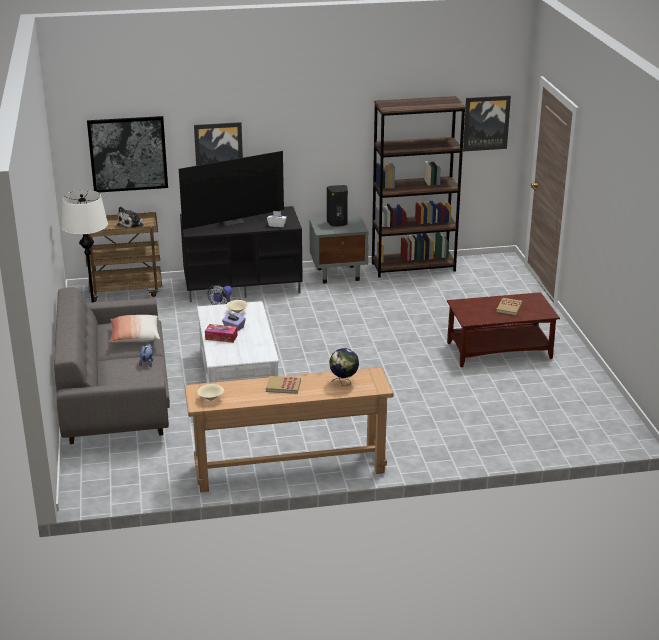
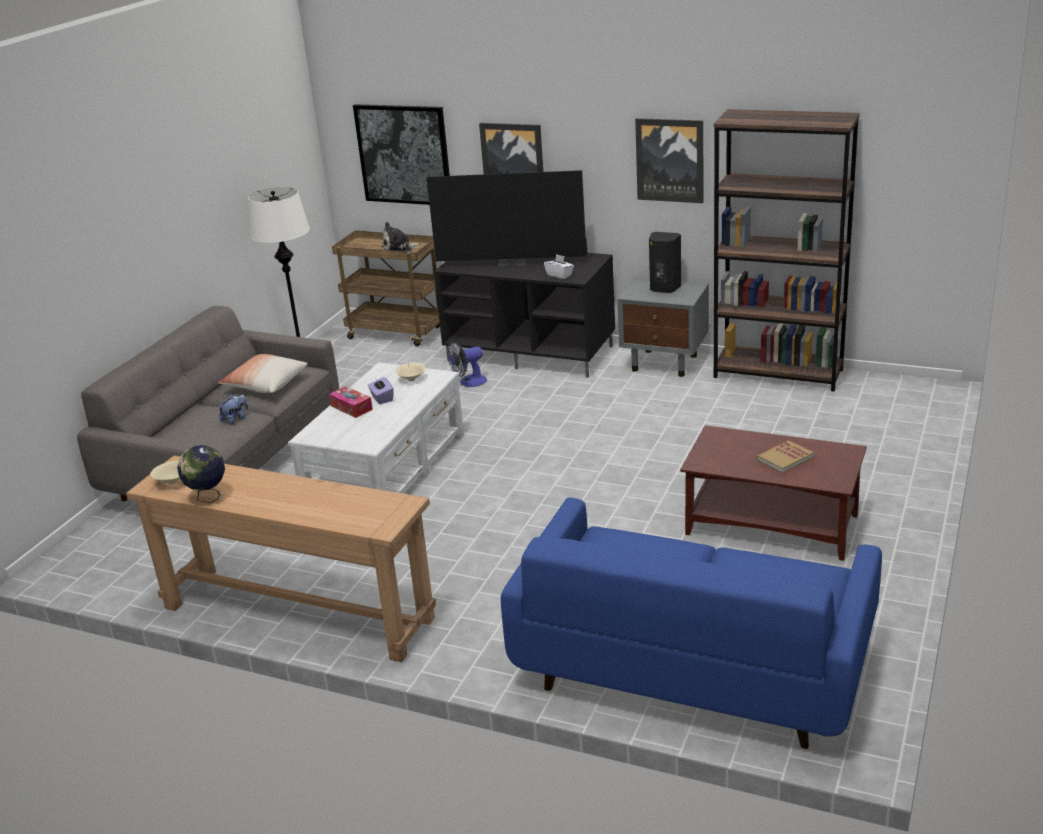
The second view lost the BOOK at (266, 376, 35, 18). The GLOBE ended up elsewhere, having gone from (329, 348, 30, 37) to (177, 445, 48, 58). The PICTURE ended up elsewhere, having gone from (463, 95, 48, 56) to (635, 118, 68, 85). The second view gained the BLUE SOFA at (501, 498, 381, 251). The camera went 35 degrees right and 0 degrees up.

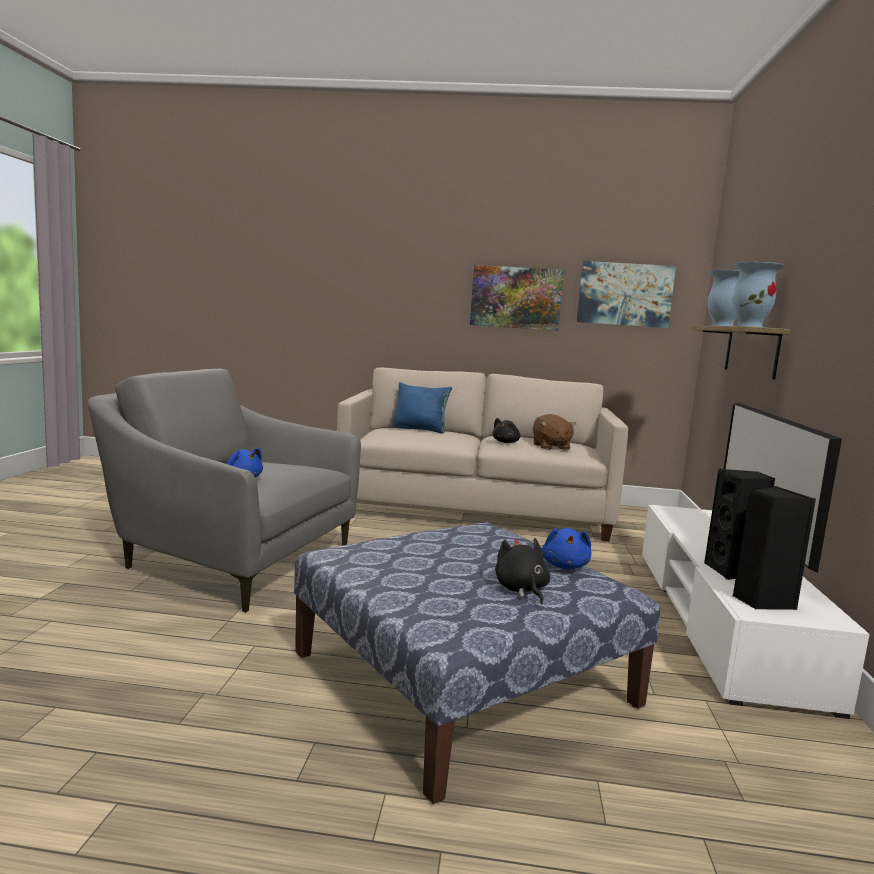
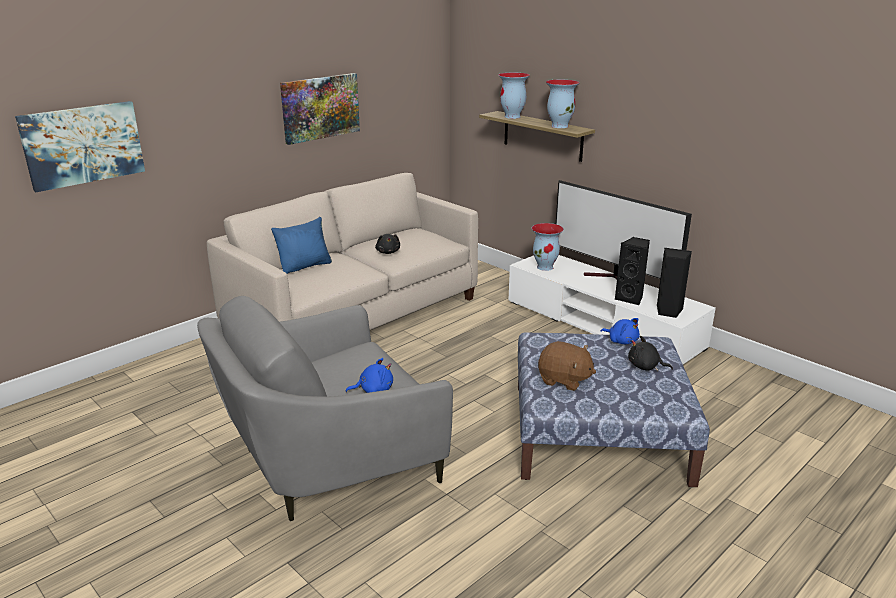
The BROWN PLUSH TOY ended up elsewhere, having gone from (533, 414, 43, 36) to (538, 341, 58, 50). The PICTURE ended up elsewhere, having gone from (576, 261, 100, 67) to (15, 101, 130, 91). The second view gained the VASE at (532, 223, 32, 48). The camera went 50 degrees left and 15 degrees up.

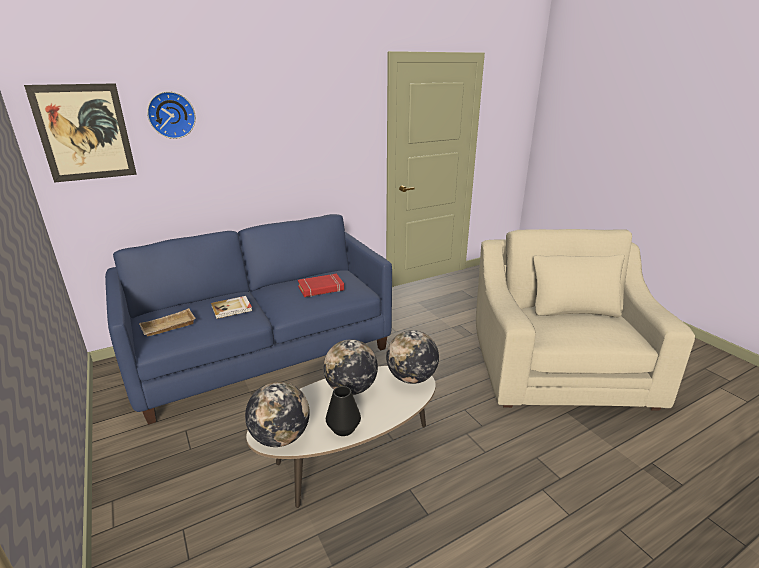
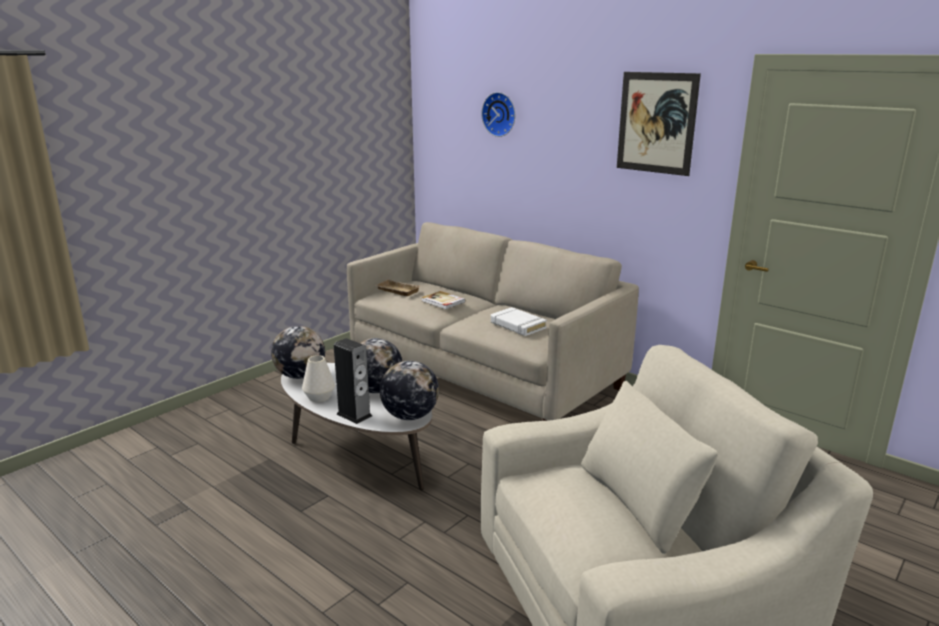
The PICTURE ended up elsewhere, having gone from (24, 83, 113, 100) to (617, 72, 84, 104). What was the BLUE SOFA at (105, 214, 287, 211) turned into the BEIGE SOFA at (347, 222, 292, 199). What was the RED BOOK at (298, 273, 46, 24) turned into the WHITE BOOK at (491, 307, 56, 29). What was the BLACK VASE at (326, 386, 35, 50) turned into the WHITE VASE at (302, 355, 33, 47). The second view gained the SPEAKER at (334, 338, 38, 86). The camera went 70 degrees right and 5 degrees down.

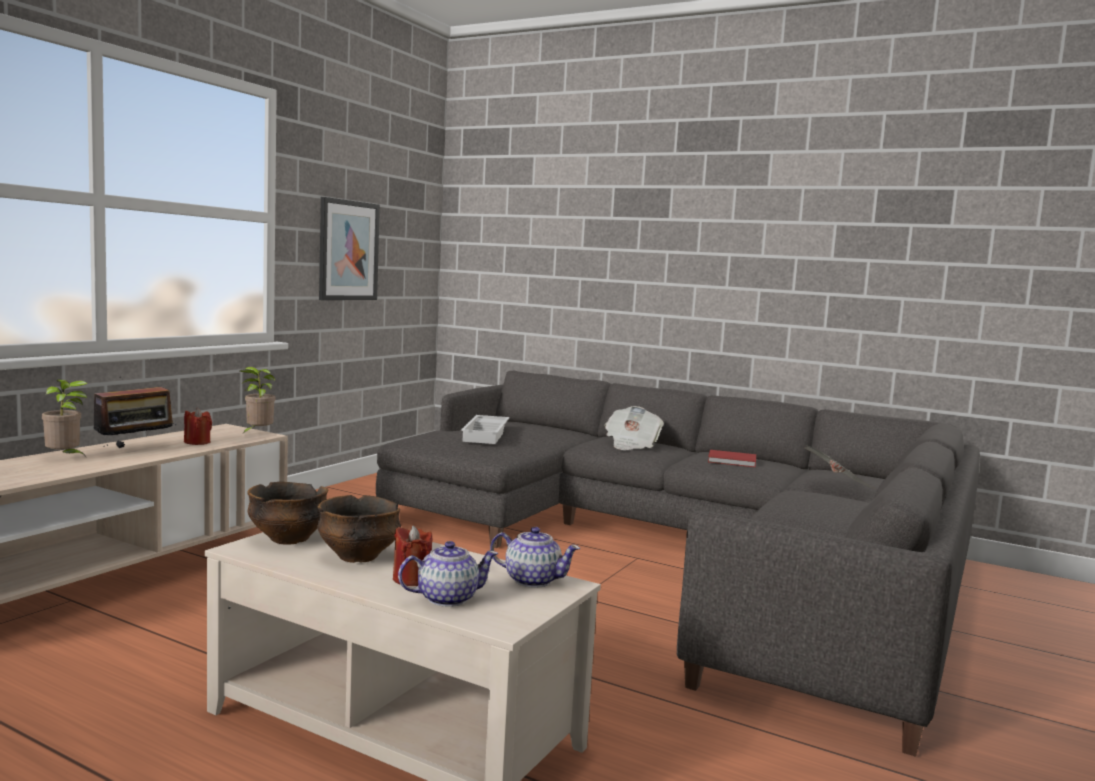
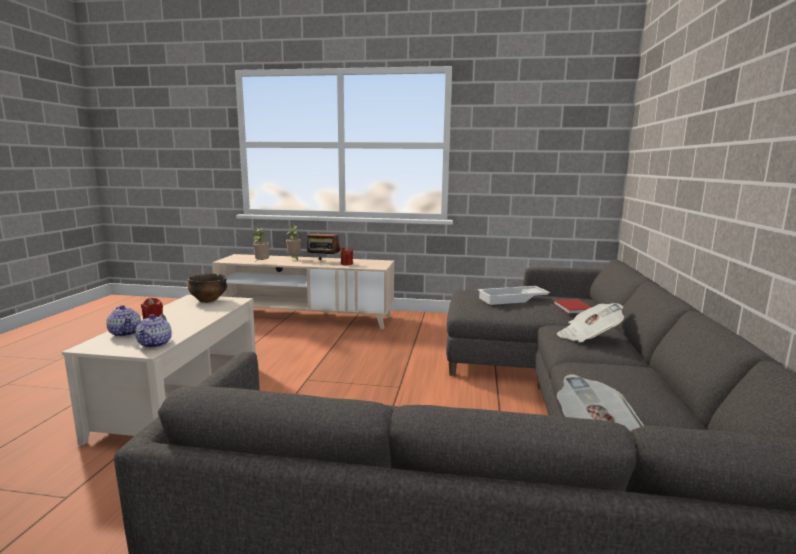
The POTTED PLANT ended up elsewhere, having gone from (240, 367, 35, 68) to (253, 228, 17, 34). The second view lost the BOWL at (317, 495, 84, 68). The second view lost the PICTURE at (319, 197, 61, 103). The RED BOOK ended up elsewhere, having gone from (708, 450, 48, 17) to (554, 299, 38, 15). The camera went 70 degrees right and 5 degrees up.

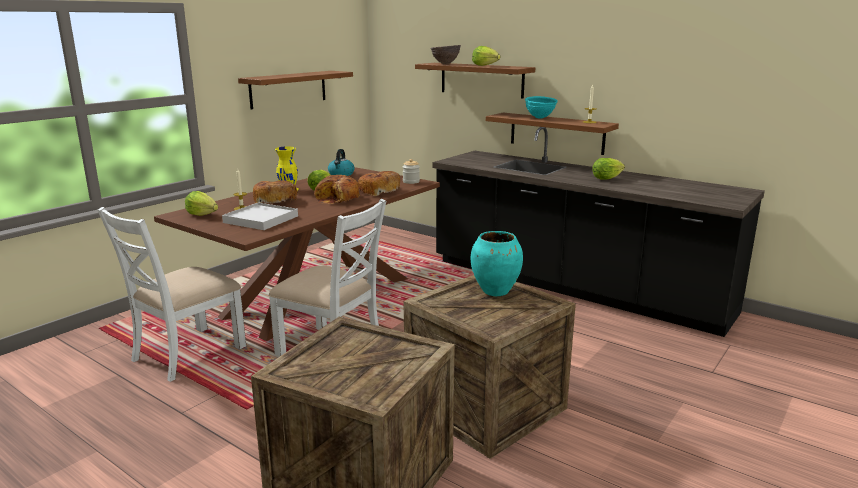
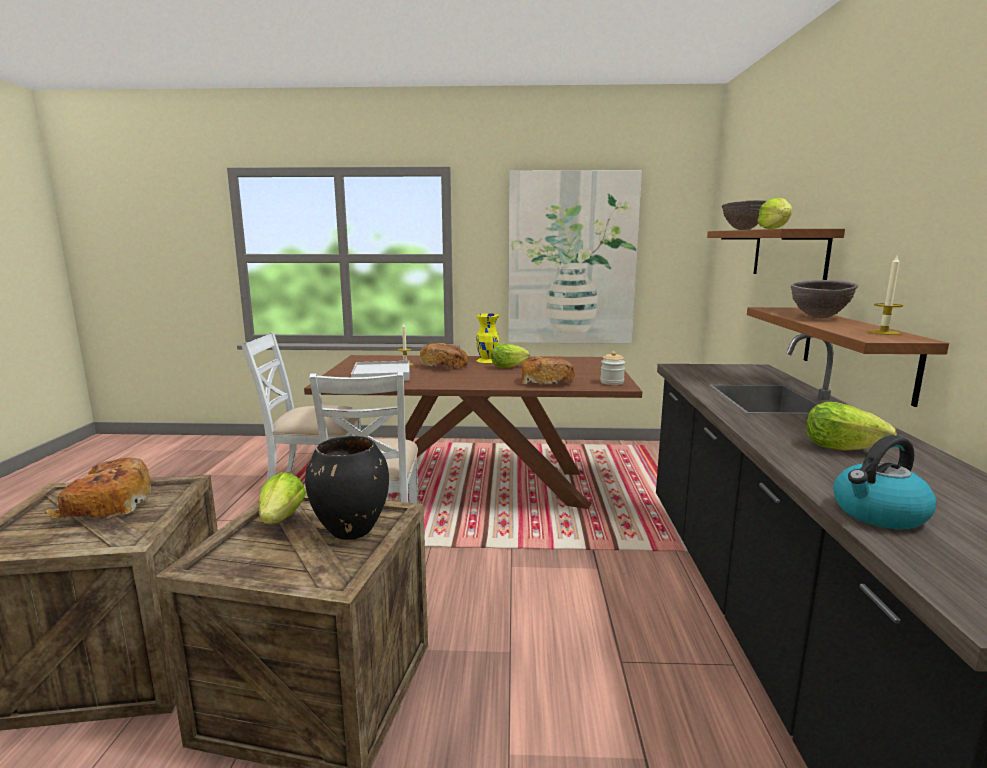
The LETTUCE ended up elsewhere, having gone from (185, 191, 33, 25) to (259, 472, 47, 52). Where the SHELF hung at (238, 71, 115, 38), the PICTURE came to hang at (508, 170, 134, 174). The BREAD ended up elsewhere, having gone from (314, 175, 46, 29) to (45, 458, 106, 61). The KETTLE ended up elsewhere, having gone from (328, 149, 27, 27) to (833, 435, 104, 94). What was the TURQUOISE VASE at (471, 231, 52, 65) turned into the BLACK VASE at (305, 436, 84, 104). What was the TURQUOISE BOWL at (525, 96, 33, 22) turned into the BROWN BOWL at (791, 280, 67, 38). The camera went 55 degrees right and 5 degrees down.

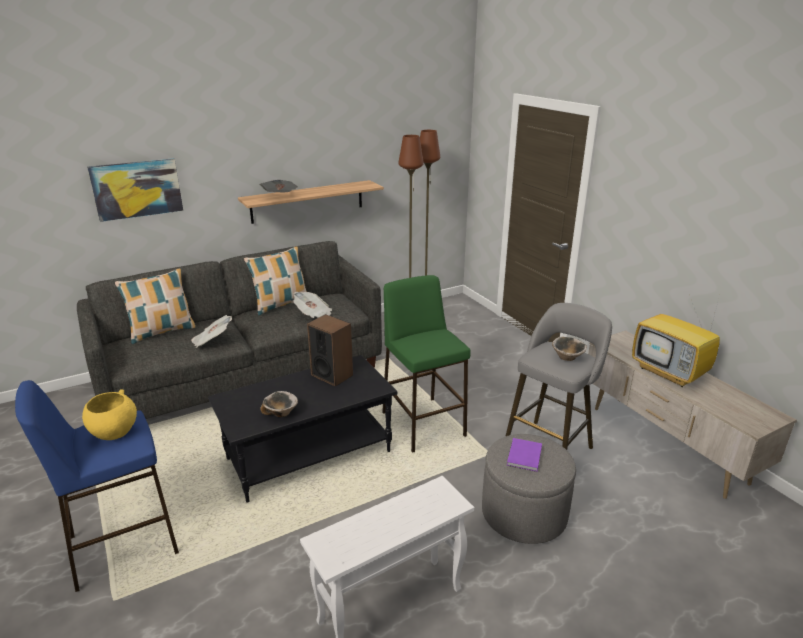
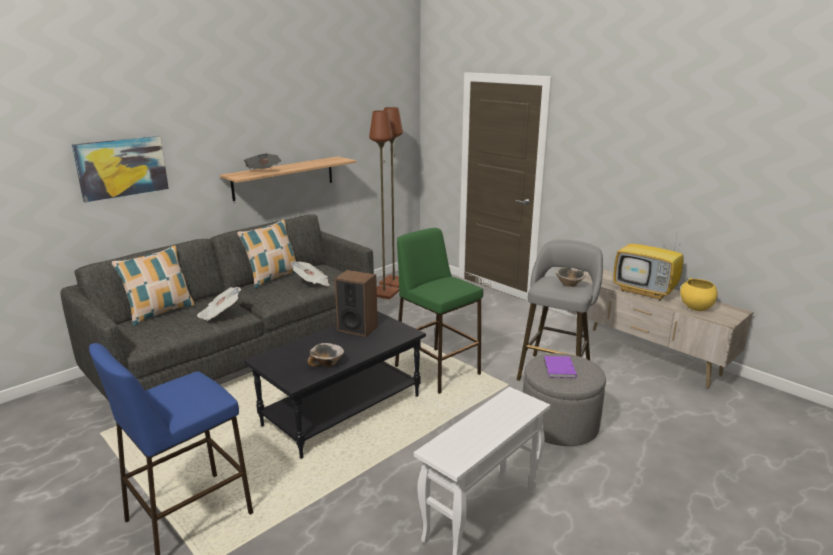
The YELLOW BOWL ended up elsewhere, having gone from (82, 389, 55, 51) to (680, 278, 37, 33). The camera went 15 degrees left and 5 degrees down.

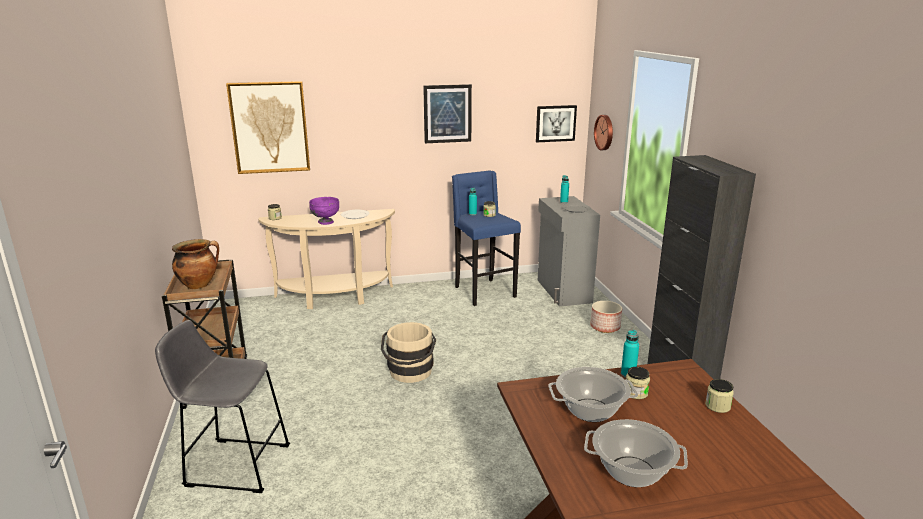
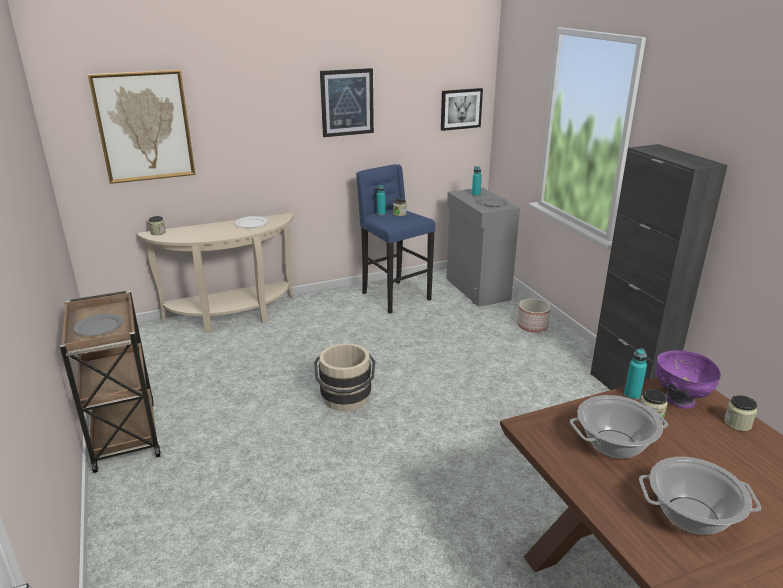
The second view lost the GREY STOOL at (155, 320, 135, 173). Where the COOKING POT stood at (172, 239, 47, 50), the GREY PLATE came to stand at (74, 313, 49, 23). The PURPLE BOWL ended up elsewhere, having gone from (309, 197, 30, 28) to (656, 350, 65, 59). The second view lost the WALL CLOCK at (594, 115, 19, 35). The camera went 10 degrees left and 5 degrees up.

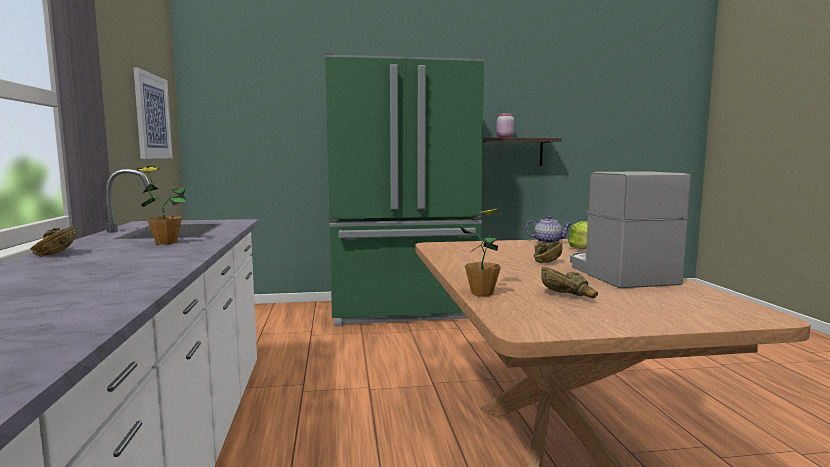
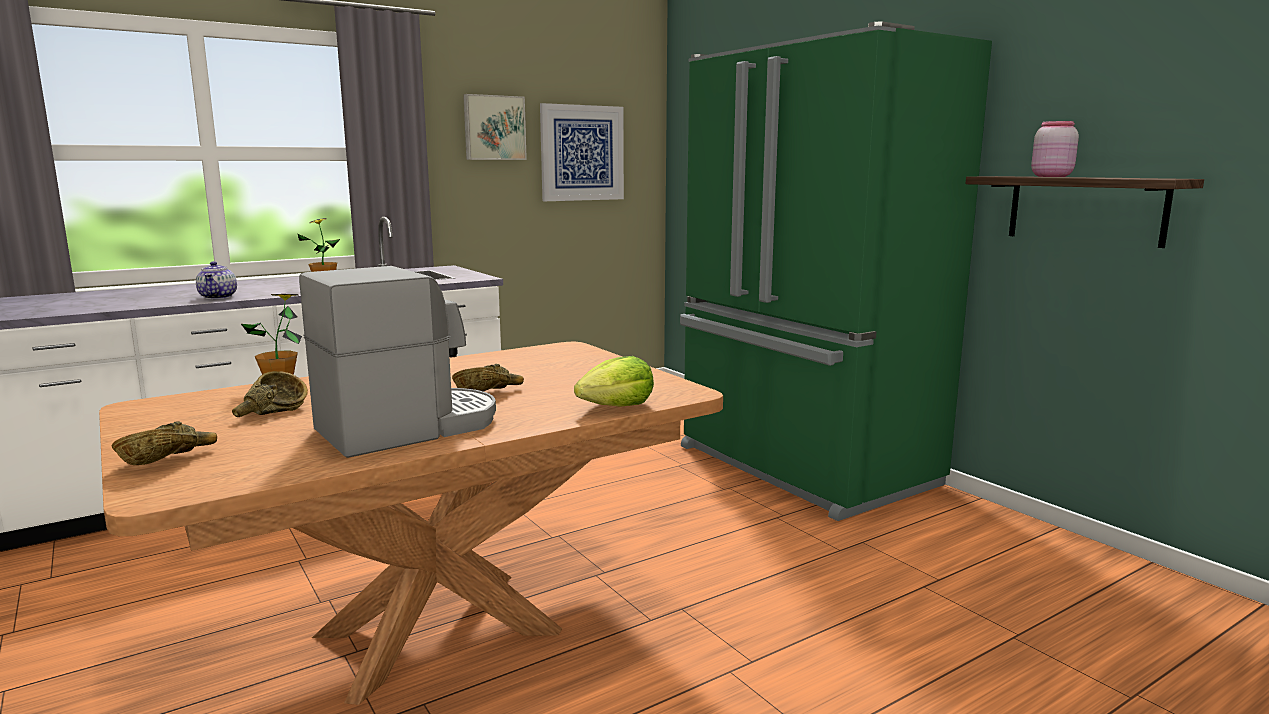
The BROWN BOWL ended up elsewhere, having gone from (30, 226, 47, 31) to (112, 421, 105, 44). The TEAPOT ended up elsewhere, having gone from (525, 216, 47, 28) to (196, 261, 41, 38). The second view gained the PICTURE at (463, 94, 64, 66). The camera went 65 degrees right and 5 degrees up.

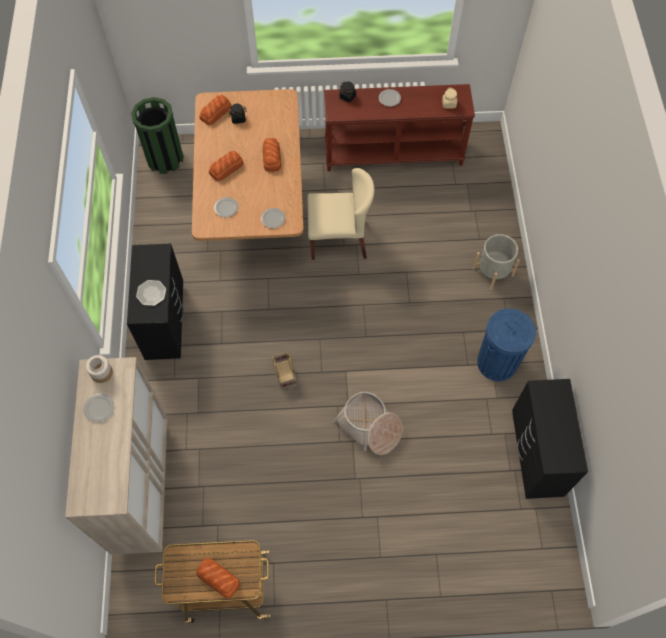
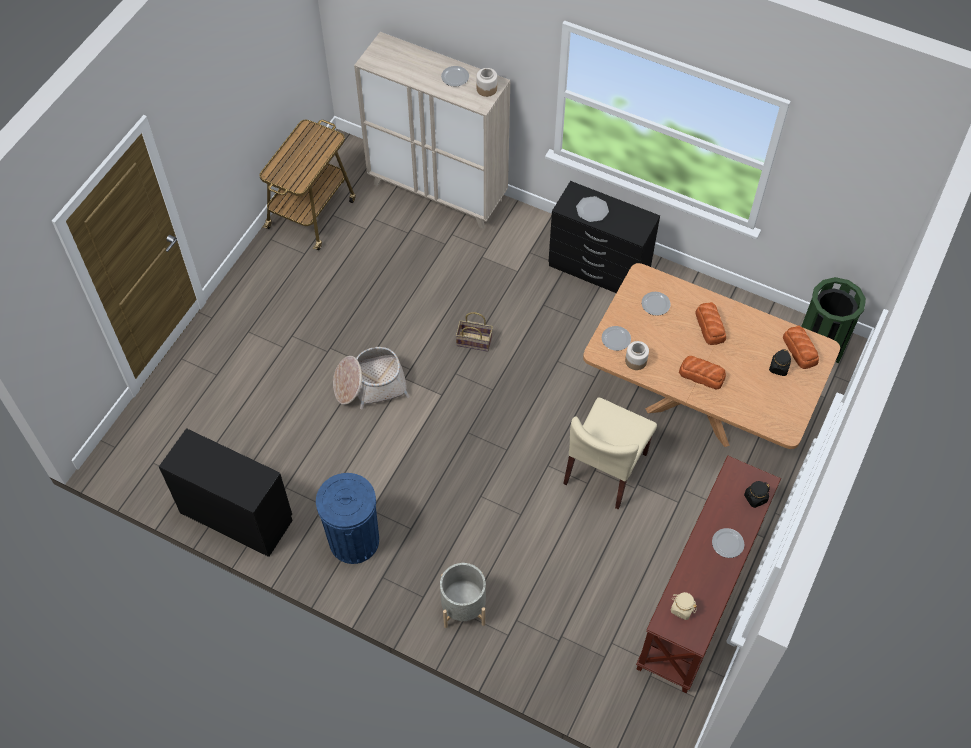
The second view lost the BREAD at (196, 558, 44, 40). The second view gained the JAR at (625, 341, 24, 29). The camera went 120 degrees right and 5 degrees down.

